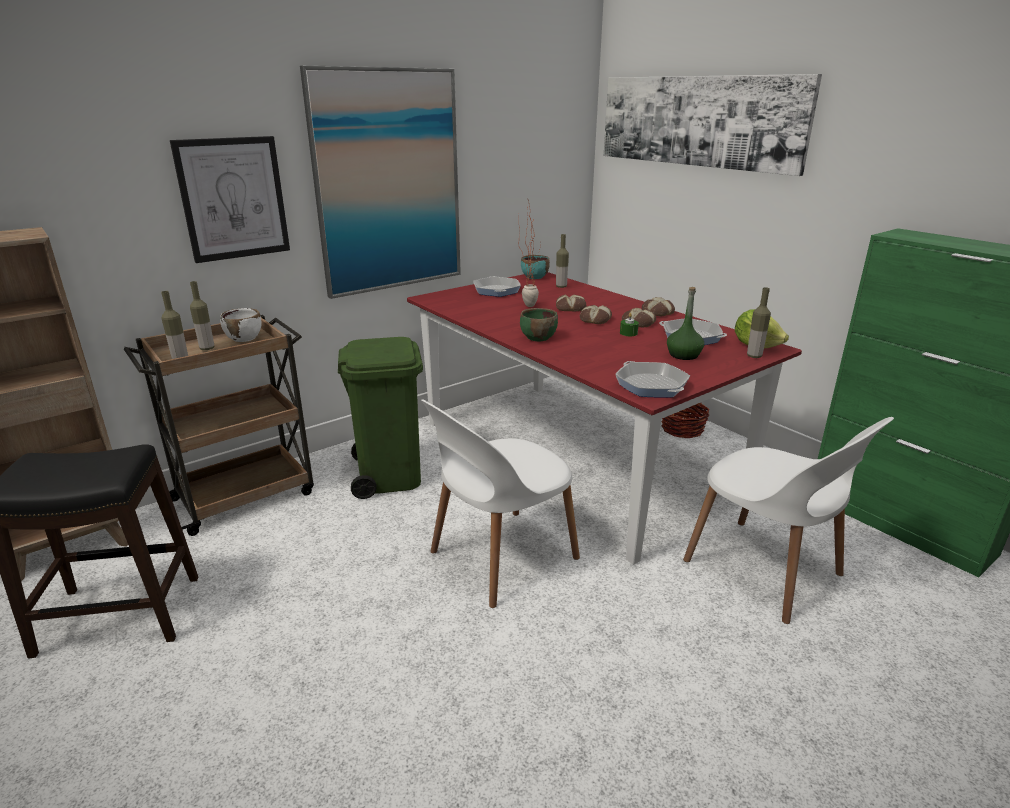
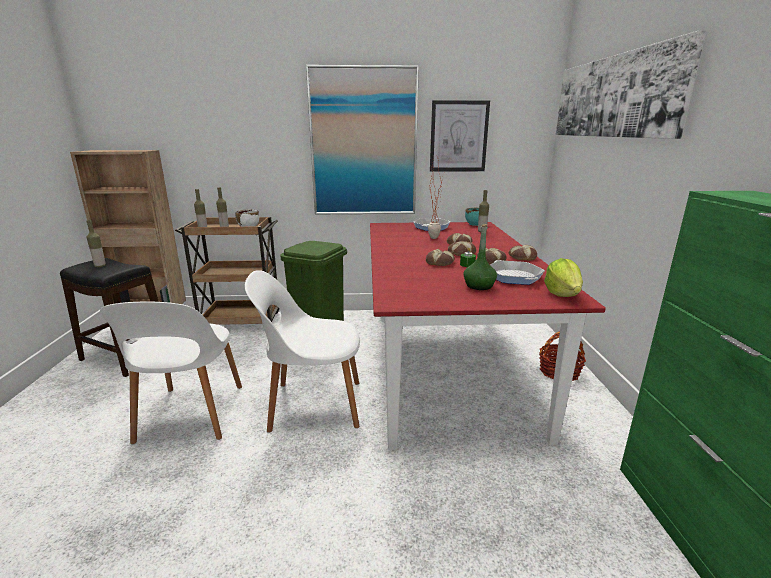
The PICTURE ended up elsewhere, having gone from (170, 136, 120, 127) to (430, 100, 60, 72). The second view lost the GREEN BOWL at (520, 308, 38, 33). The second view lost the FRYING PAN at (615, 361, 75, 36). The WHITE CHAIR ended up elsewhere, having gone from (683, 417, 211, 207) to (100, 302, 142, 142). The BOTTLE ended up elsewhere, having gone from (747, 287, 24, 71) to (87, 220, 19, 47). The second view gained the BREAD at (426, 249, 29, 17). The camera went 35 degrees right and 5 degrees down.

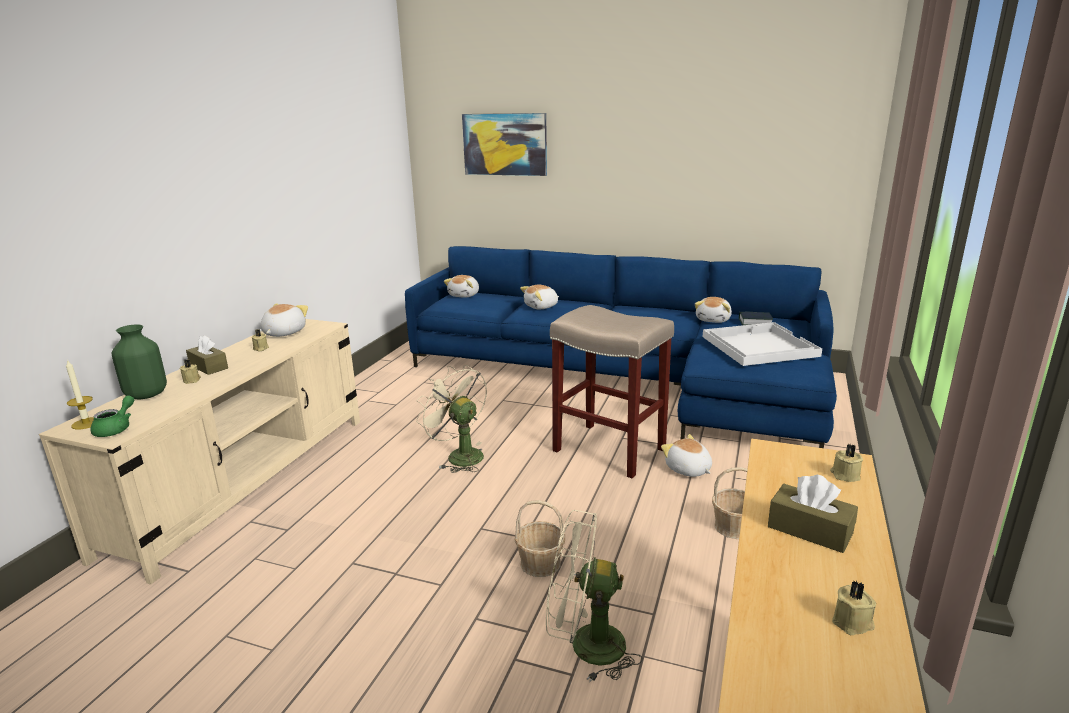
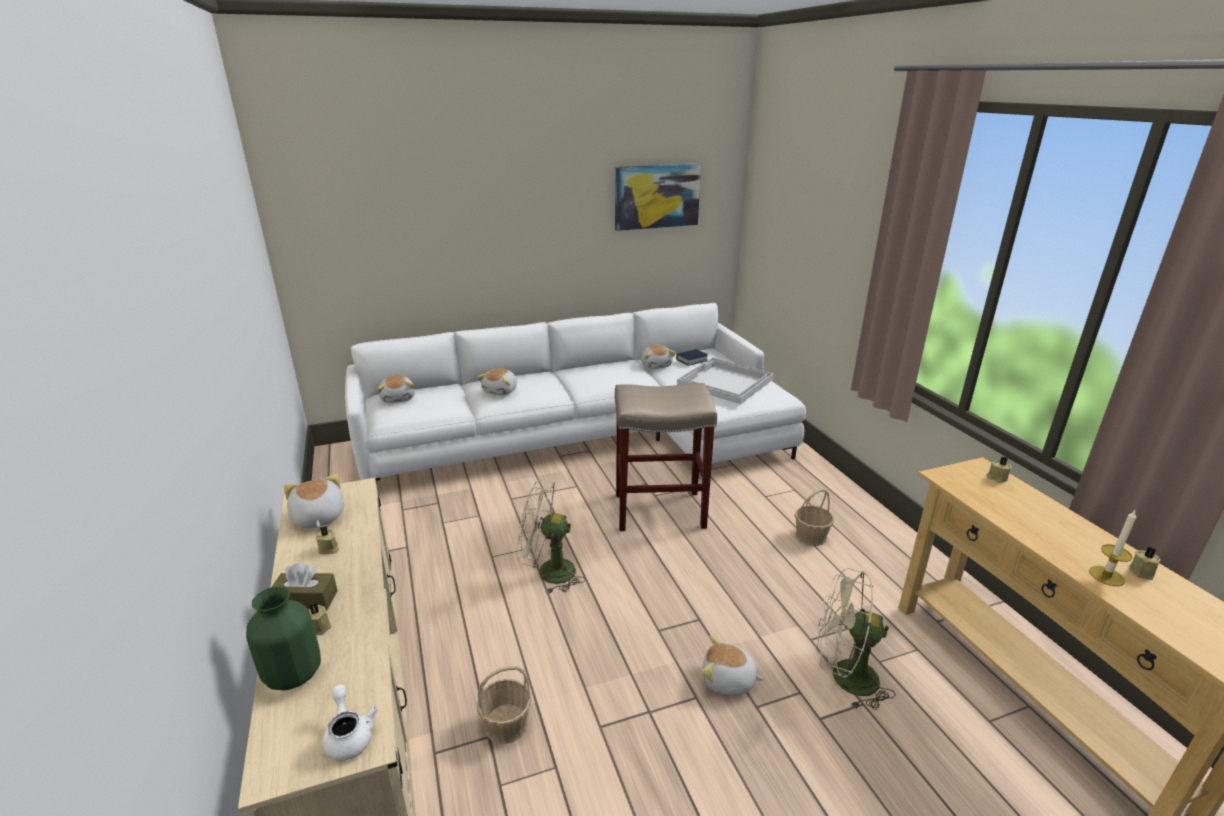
The CANDLE ended up elsewhere, having gone from (66, 359, 28, 71) to (1089, 510, 47, 76). What was the GREEN TEAPOT at (90, 396, 44, 41) turned into the WHITE TEAPOT at (322, 685, 56, 76). What was the BLUE SOFA at (405, 246, 432, 202) turned into the WHITE SOFA at (345, 303, 461, 178). The PICTURE ended up elsewhere, having gone from (462, 113, 85, 63) to (615, 163, 86, 68). The BASKET ended up elsewhere, having gone from (515, 500, 50, 77) to (477, 666, 55, 78). The BEIGE FAN at (546, 510, 97, 172) ended up facing another way, 45 degrees clockwise from before. The PLUSH TOY ended up elsewhere, having gone from (661, 434, 51, 43) to (702, 635, 62, 60). The second view lost the BROWN TISSUE BOX at (768, 475, 90, 78). The camera went 40 degrees left and 5 degrees up.

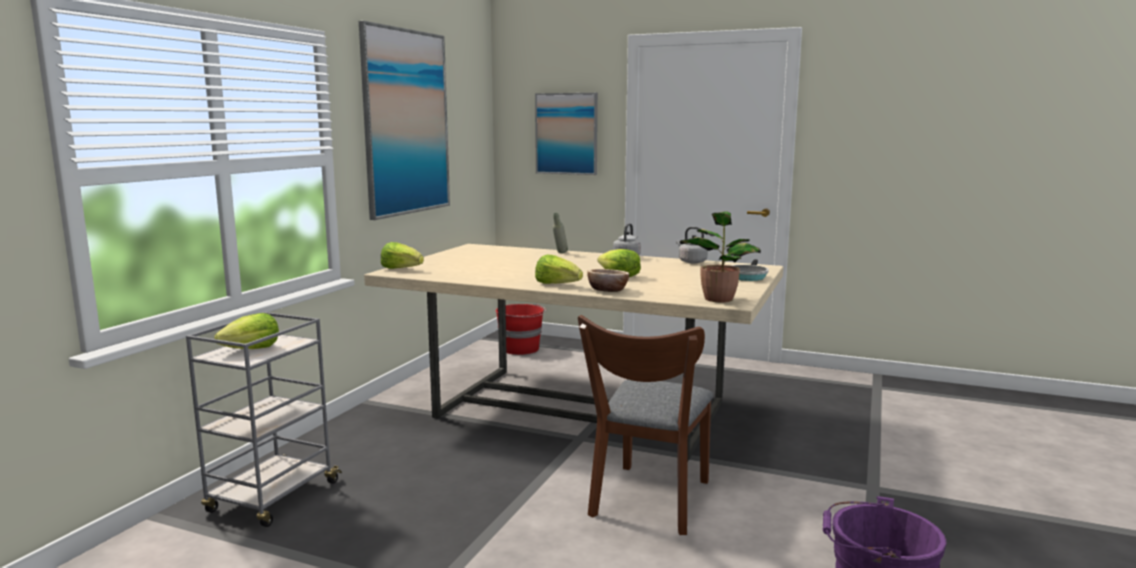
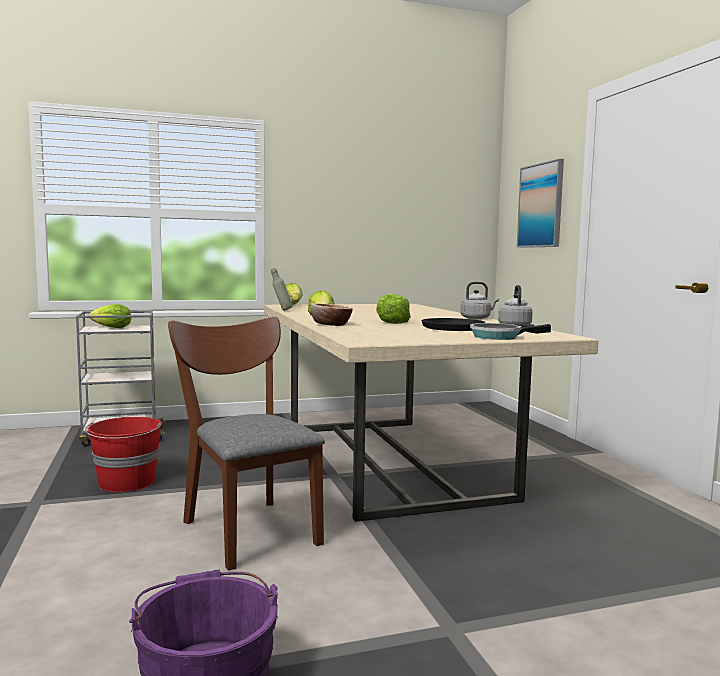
The second view lost the PICTURE at (358, 21, 92, 199). The RED BUCKET ended up elsewhere, having gone from (496, 304, 50, 51) to (85, 417, 77, 75). The GREY BOTTLE ended up elsewhere, having gone from (552, 213, 16, 40) to (271, 268, 22, 43). The BROWN CHAIR at (578, 315, 135, 220) ended up facing another way, 75 degrees clockwise from before. The second view lost the POTTED PLANT at (680, 211, 81, 91). The second view gained the BLACK FRYING PAN at (422, 318, 112, 13). The camera went 50 degrees right and 5 degrees down.

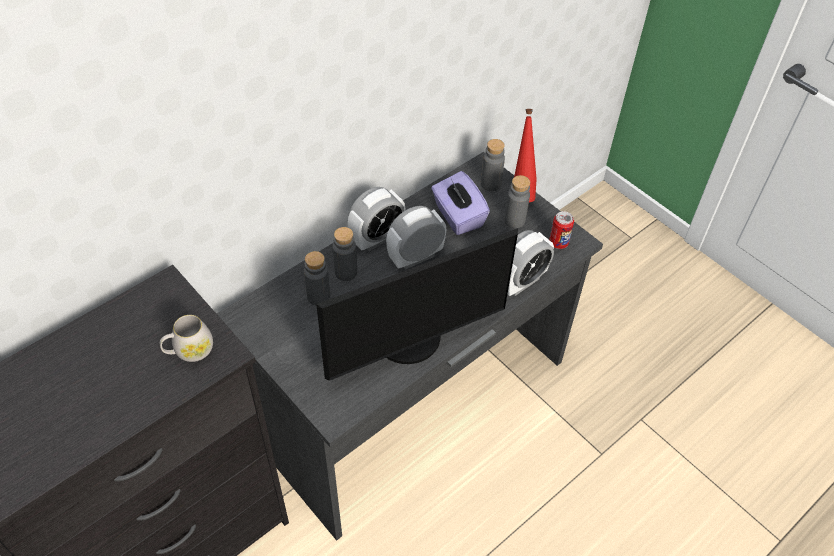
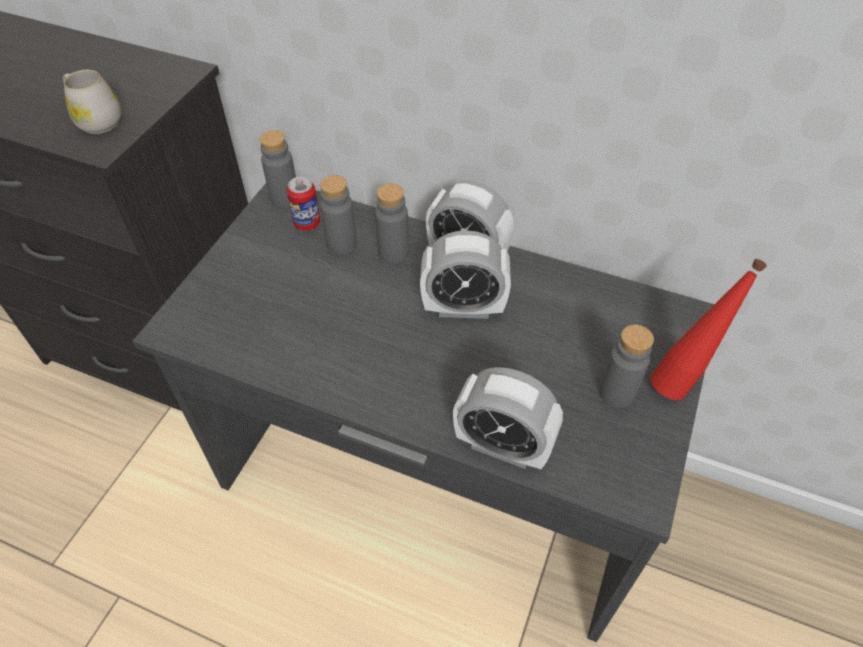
The second view lost the MONITOR at (316, 228, 202, 153). The ALARM CLOCK at (386, 206, 61, 64) ended up facing another way, 150 degrees clockwise from before. The second view lost the PURPLE TISSUE BOX at (431, 171, 59, 64). The GREY BOTTLE ended up elsewhere, having gone from (481, 139, 24, 52) to (260, 130, 36, 78). The CAN ended up elsewhere, having gone from (549, 211, 25, 38) to (287, 177, 33, 54). The camera went 65 degrees right and 0 degrees up.

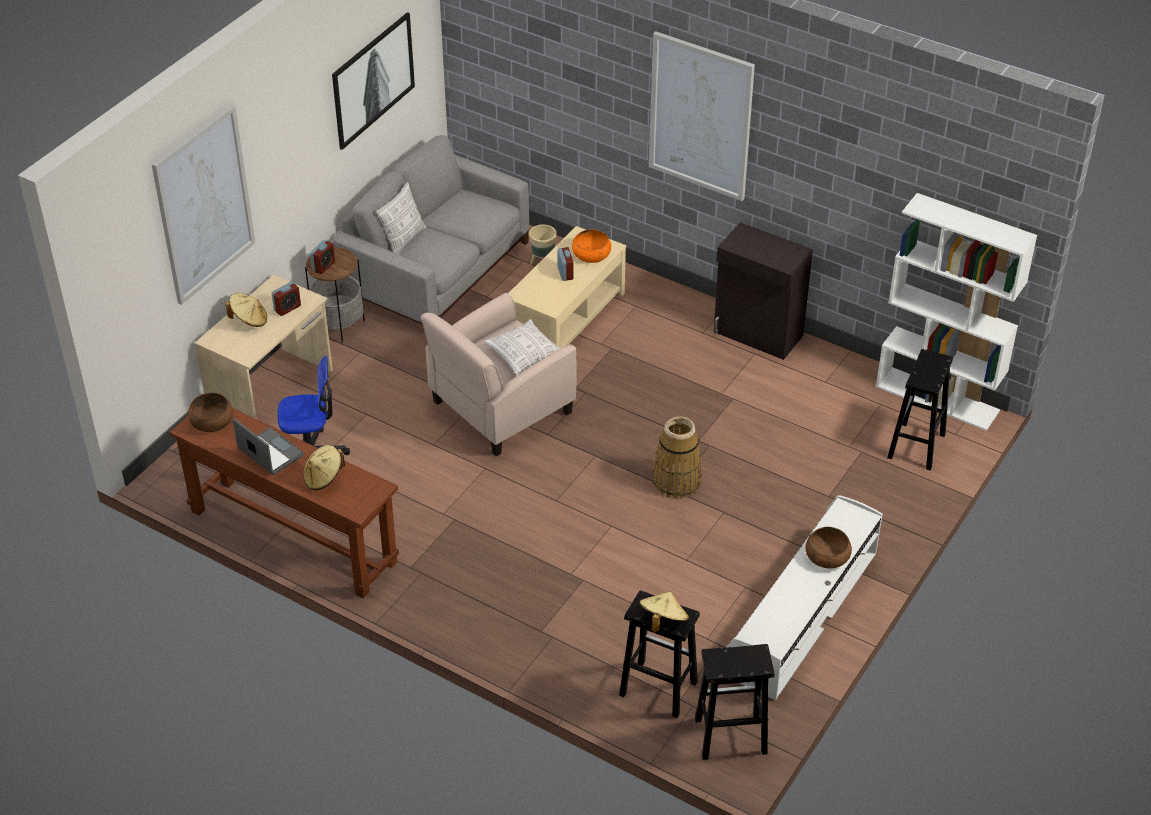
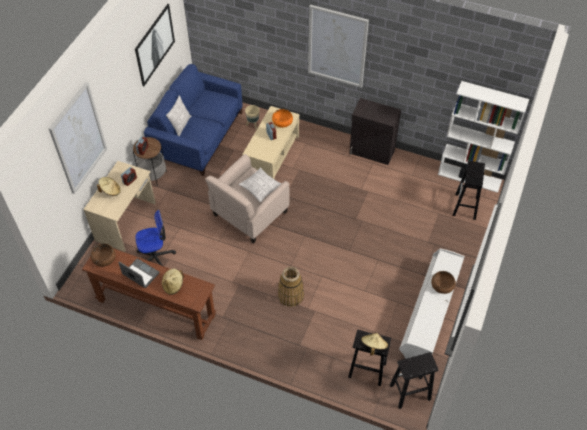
What was the GREY SOFA at (332, 135, 197, 190) turned into the BLUE SOFA at (144, 64, 99, 112). The BASKET ended up elsewhere, having gone from (653, 416, 49, 83) to (278, 266, 26, 41). The camera went 10 degrees left and 10 degrees up.

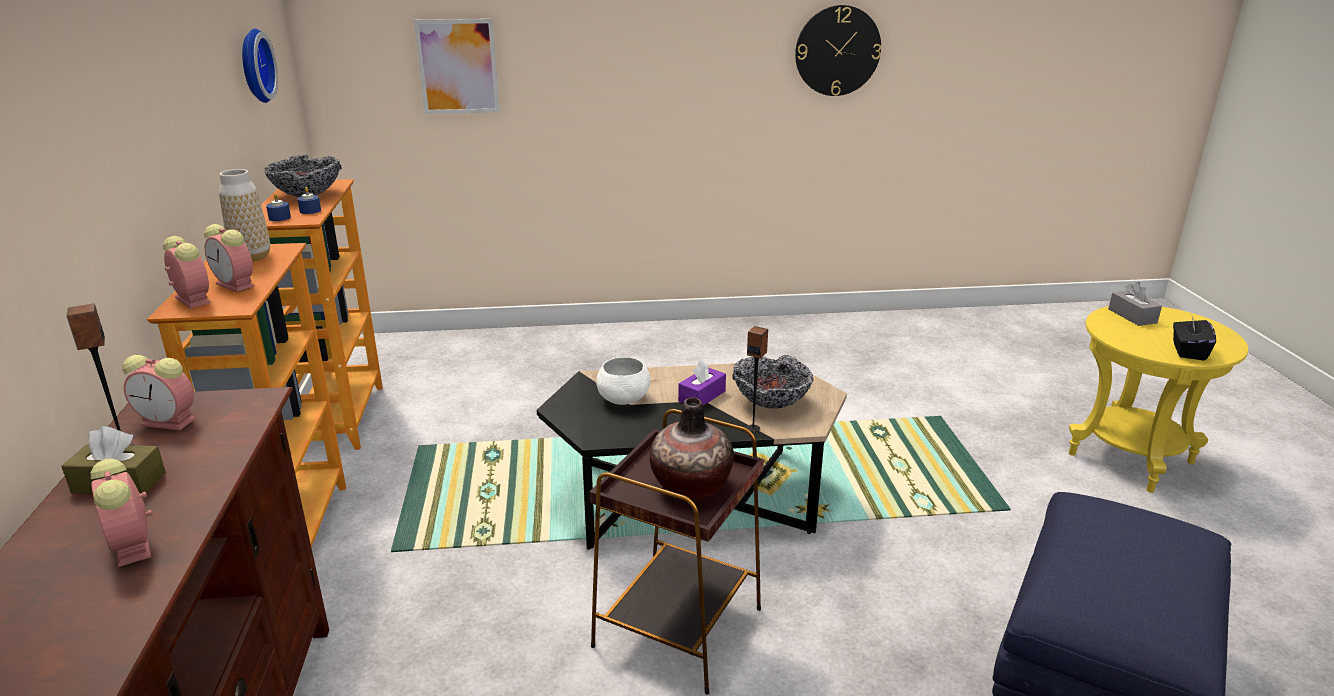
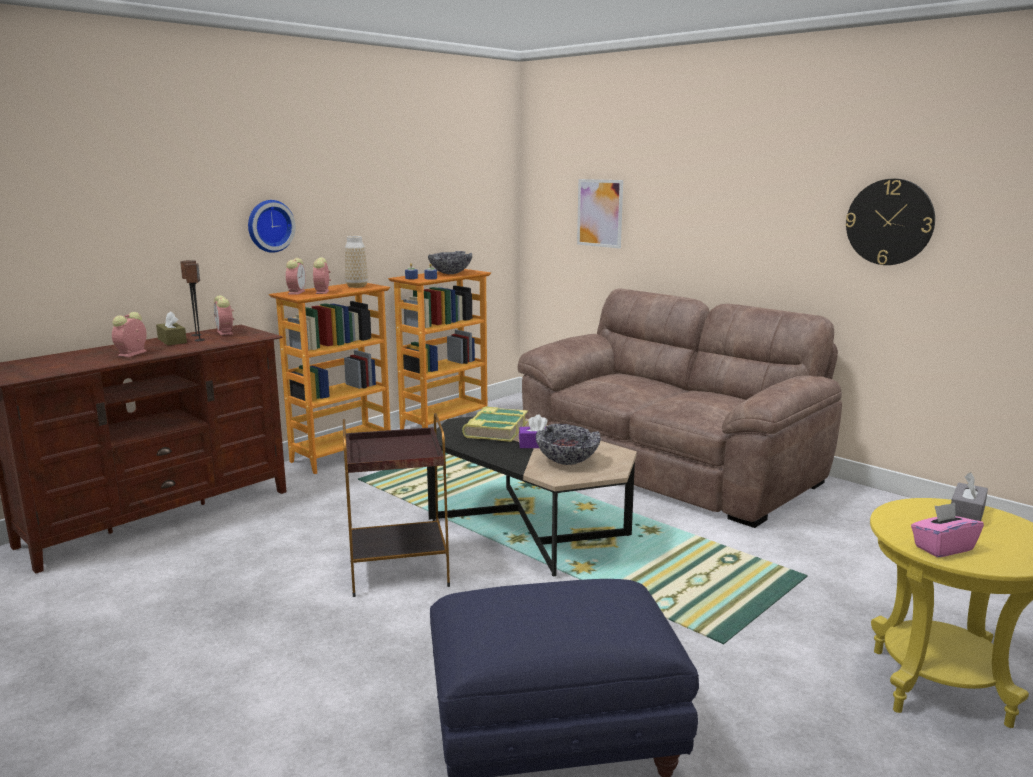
The WALL CLOCK ended up elsewhere, having gone from (242, 29, 36, 74) to (248, 200, 48, 53). Where the WHITE BOWL stood at (596, 357, 55, 48), the BOOK came to stand at (462, 406, 66, 36). The second view lost the VASE at (650, 397, 84, 103). The SPEAKER ended up elsewhere, having gone from (746, 326, 22, 106) to (185, 263, 20, 78). What was the BLACK TISSUE BOX at (1173, 316, 43, 45) turned into the PINK TISSUE BOX at (911, 503, 73, 54). The second view gained the BROWN SOFA at (518, 289, 324, 239). The camera went 50 degrees right and 10 degrees down.

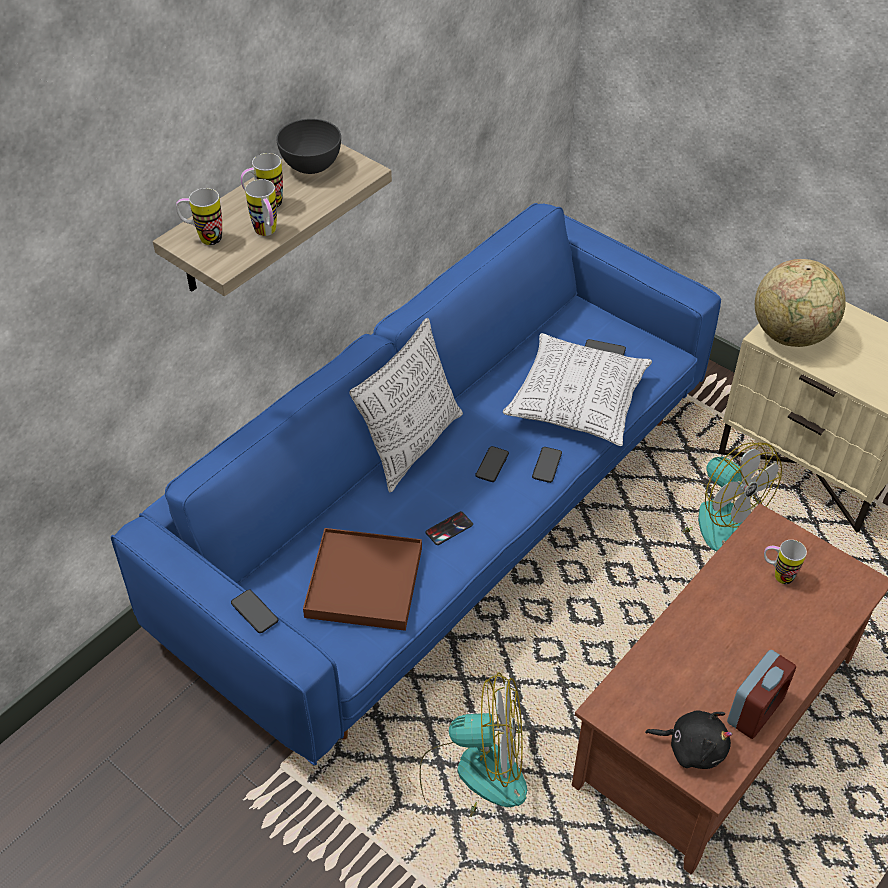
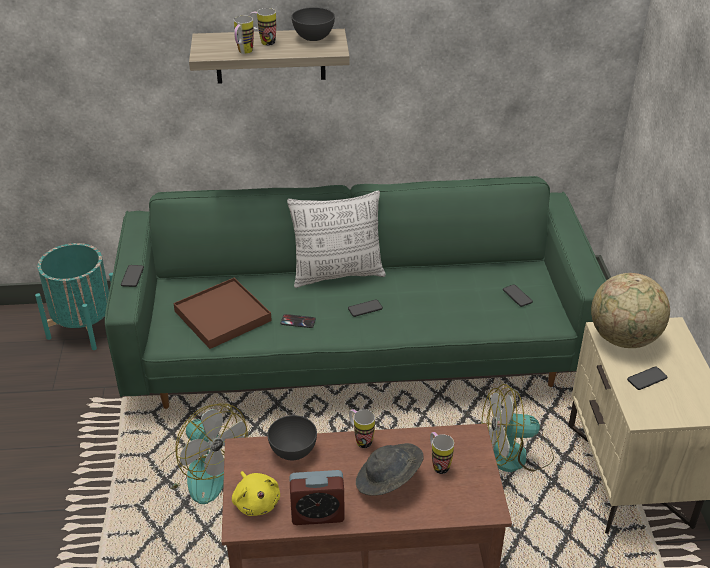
What was the BLUE SOFA at (111, 203, 610, 563) turned into the GREEN SOFA at (105, 176, 502, 233). The MUG ended up elsewhere, having gone from (176, 188, 46, 57) to (349, 409, 26, 39). The second view lost the PILLOW at (503, 333, 149, 113). The PHONE ended up elsewhere, having gone from (532, 447, 30, 36) to (627, 367, 41, 23). What was the BLACK PLUSH TOY at (645, 710, 87, 59) turned into the YELLOW PLUSH TOY at (232, 471, 48, 45). The FAN at (670, 443, 112, 108) ended up facing another way, 75 degrees clockwise from before. The second view gained the TURQUOISE PLANTER at (35, 243, 78, 107). The second view gained the GREY BOWL at (267, 415, 50, 45). The second view gained the GREY HAT at (356, 443, 67, 53). The camera went 45 degrees right and 10 degrees down.

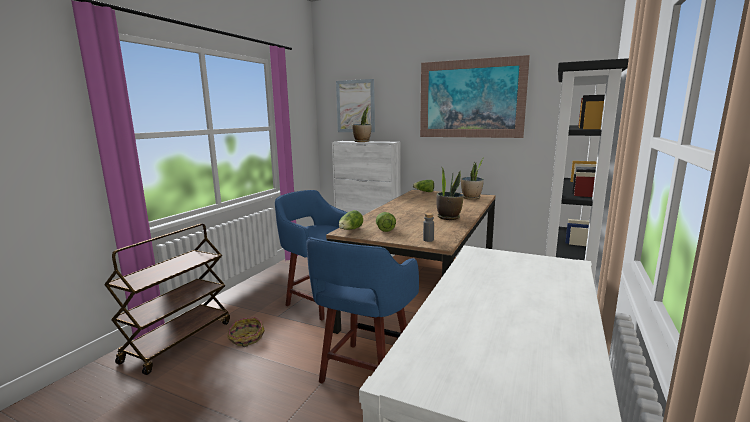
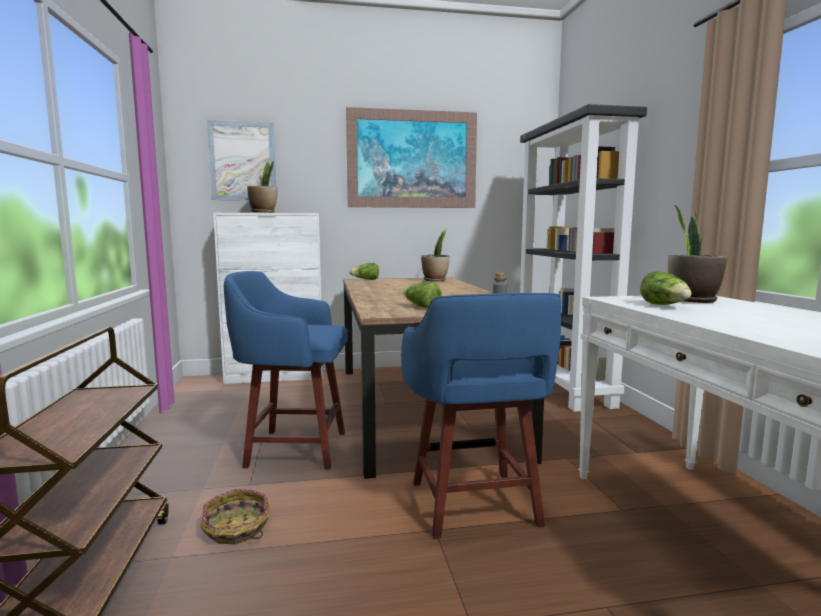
The LETTUCE ended up elsewhere, having gone from (339, 210, 24, 20) to (640, 271, 52, 34). The POTTED PLANT ended up elsewhere, having gone from (436, 168, 28, 52) to (668, 205, 59, 98). The camera went 35 degrees left and 5 degrees down.

